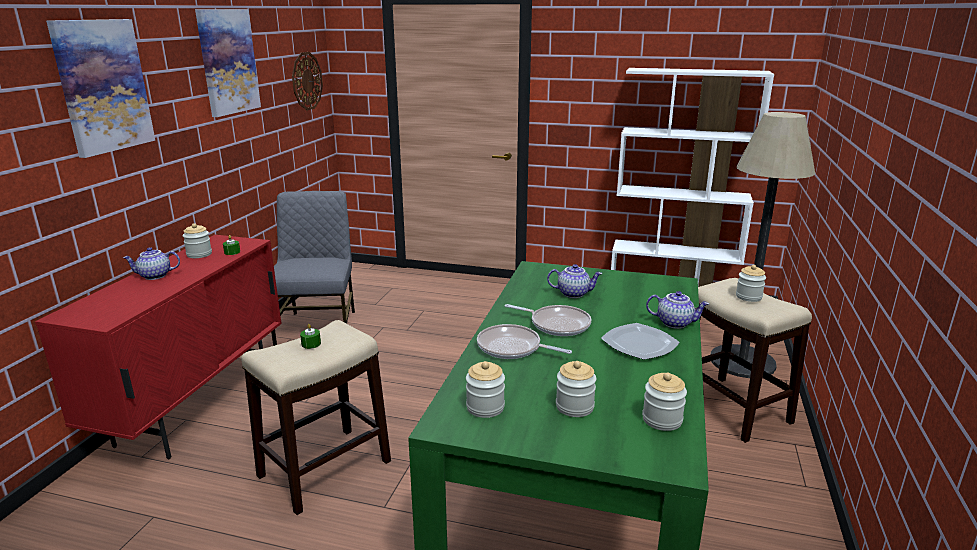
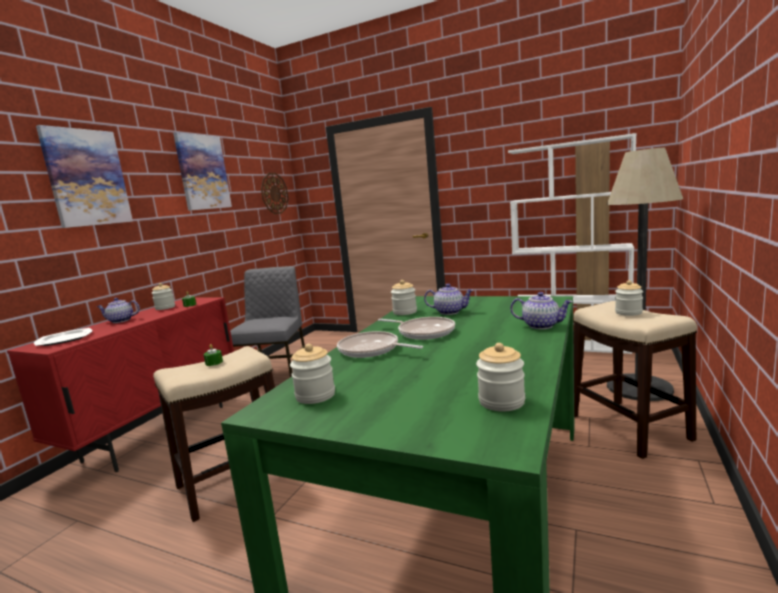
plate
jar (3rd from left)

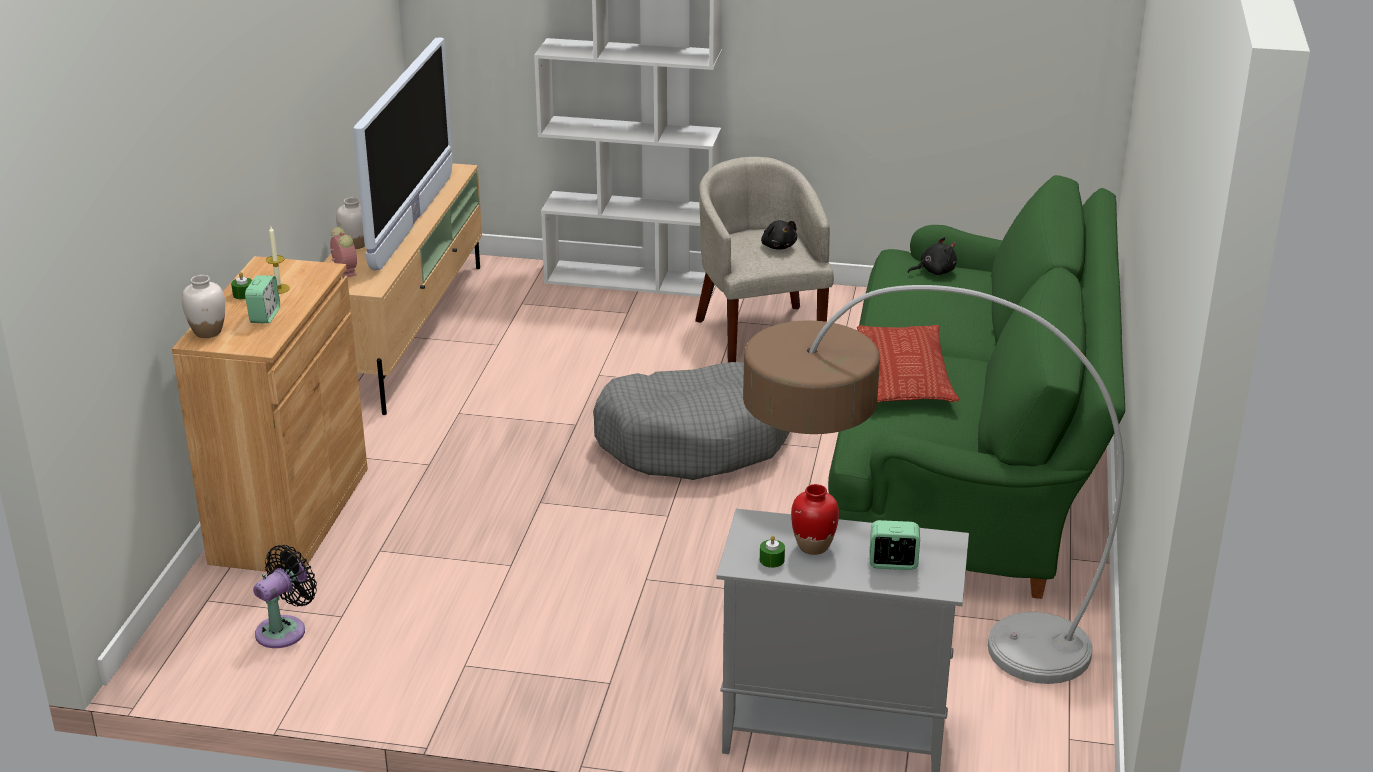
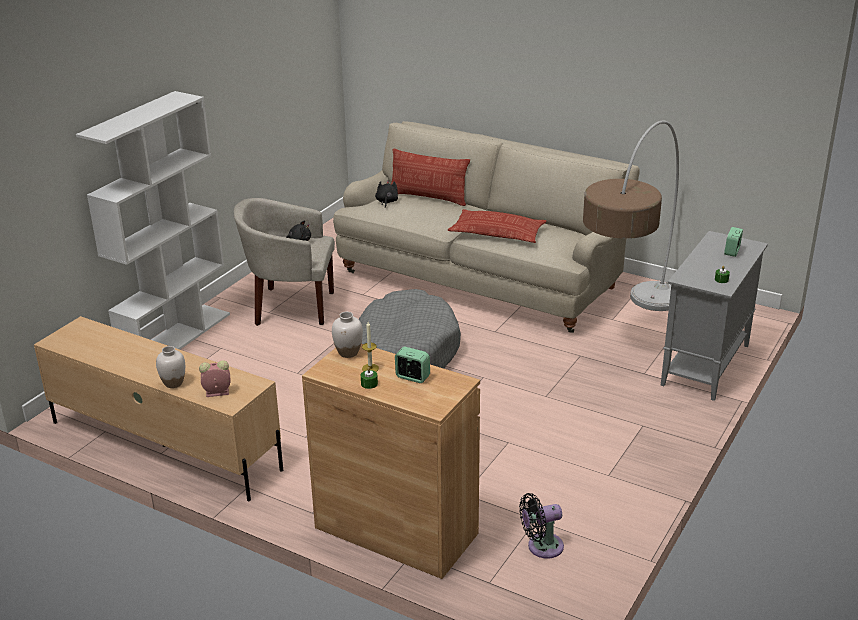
white vase (2nd from left)
beige sofa
pillow (1st from left)
black fan
television
red vase

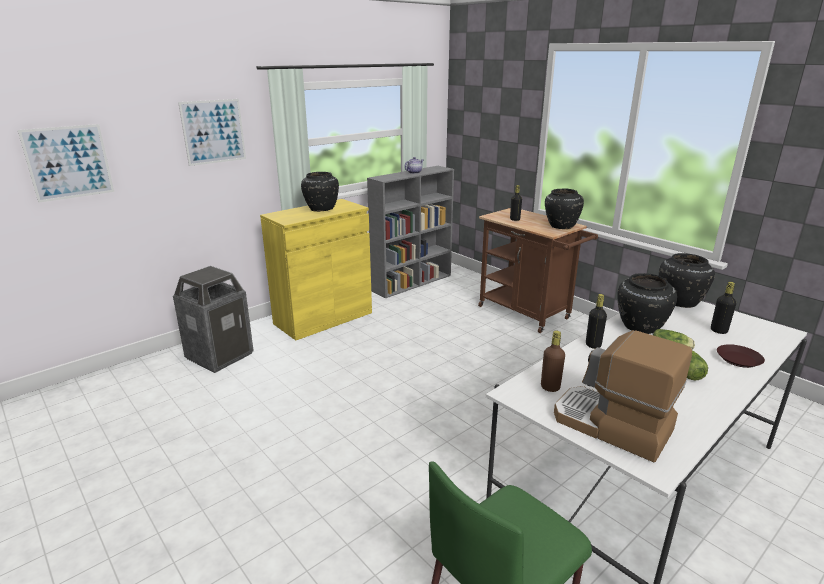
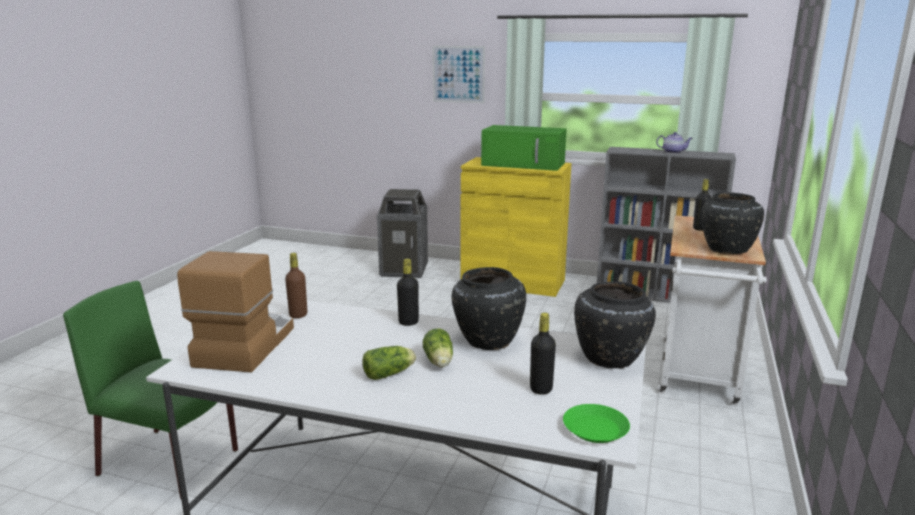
green microwave
green plate
white cart
picture (1st from left in the first image)
brown plate

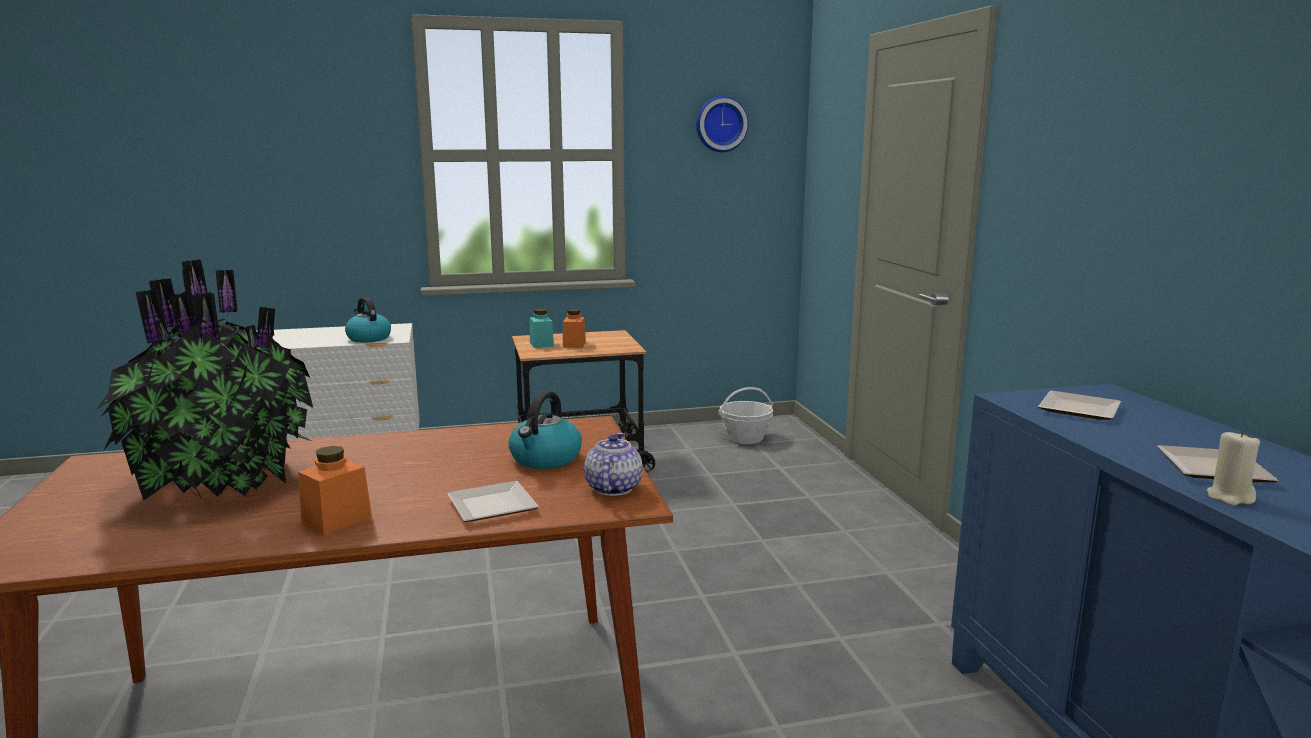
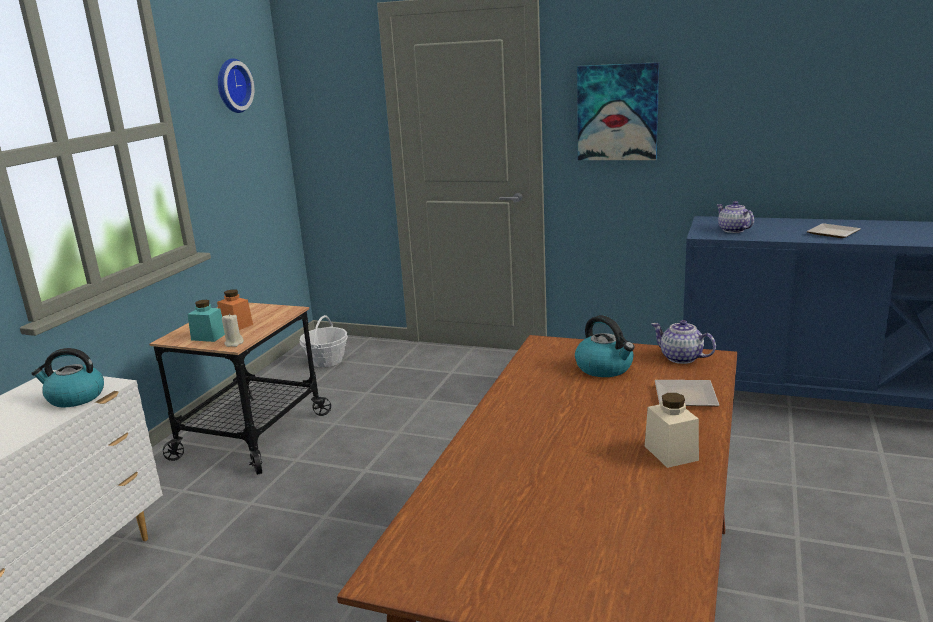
beige candle
picture
beige jar
teapot (2nd from left)
potted plant

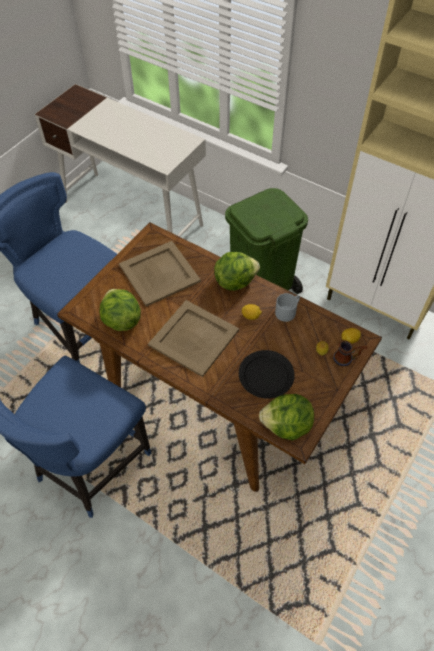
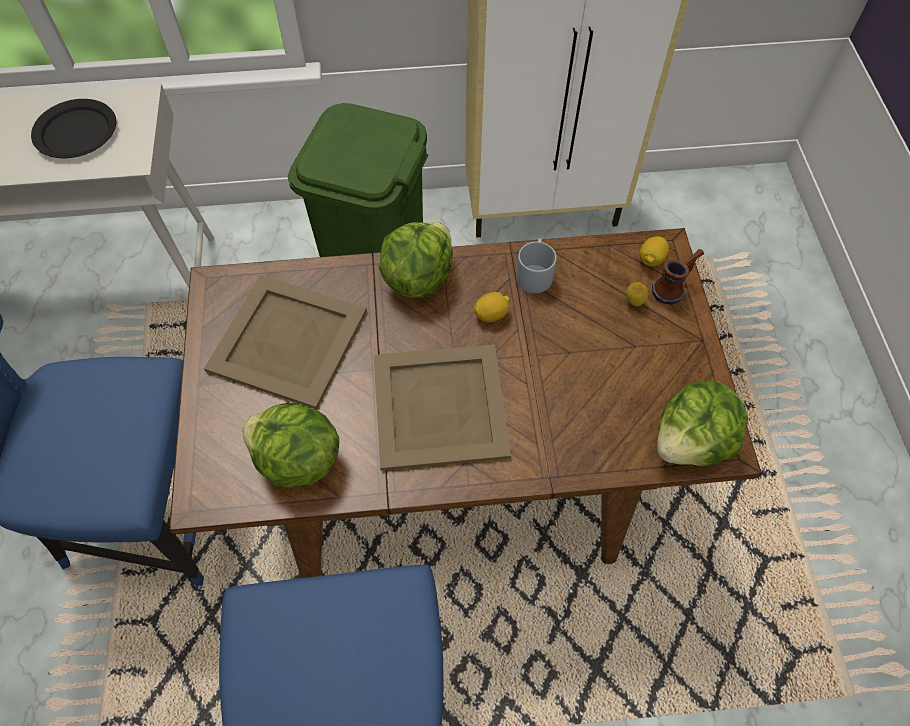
black plate

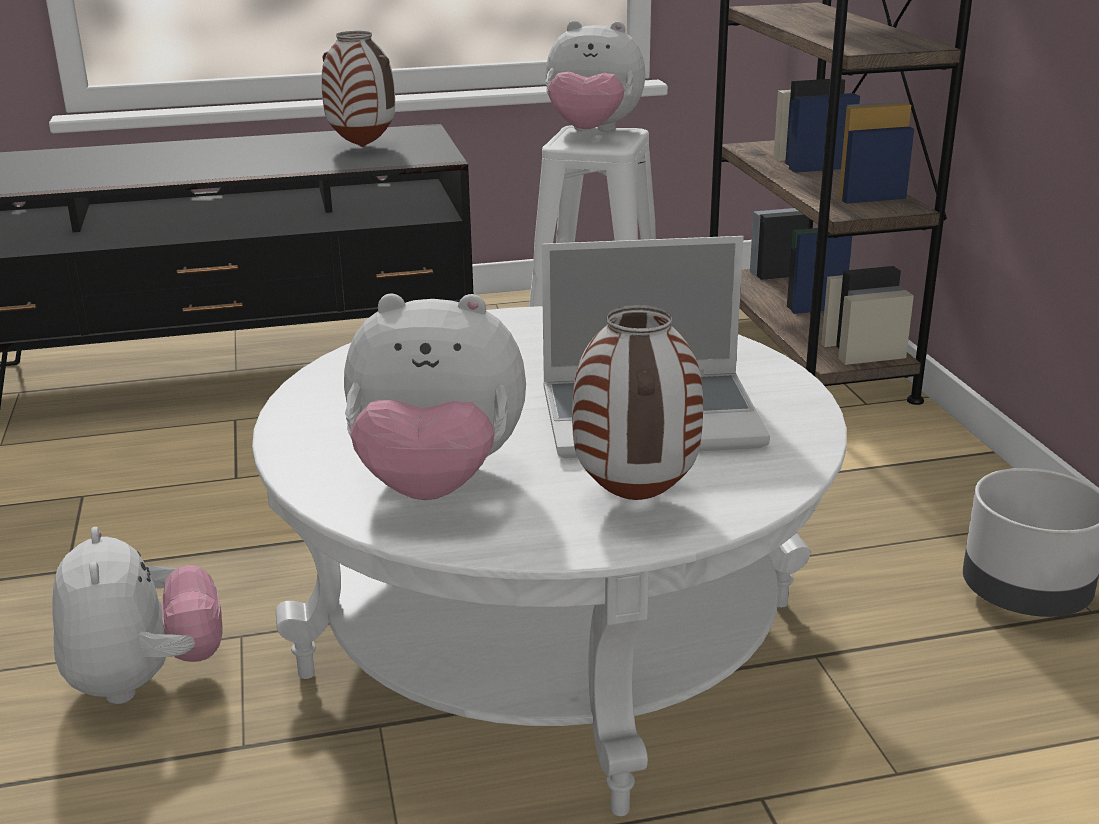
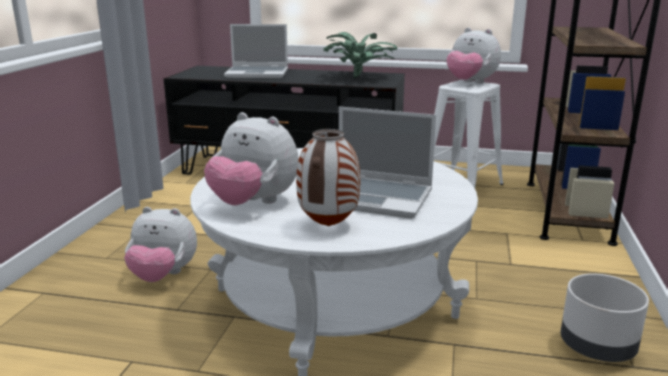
plush toy (1st from left)
laptop (1st from left)
potted plant

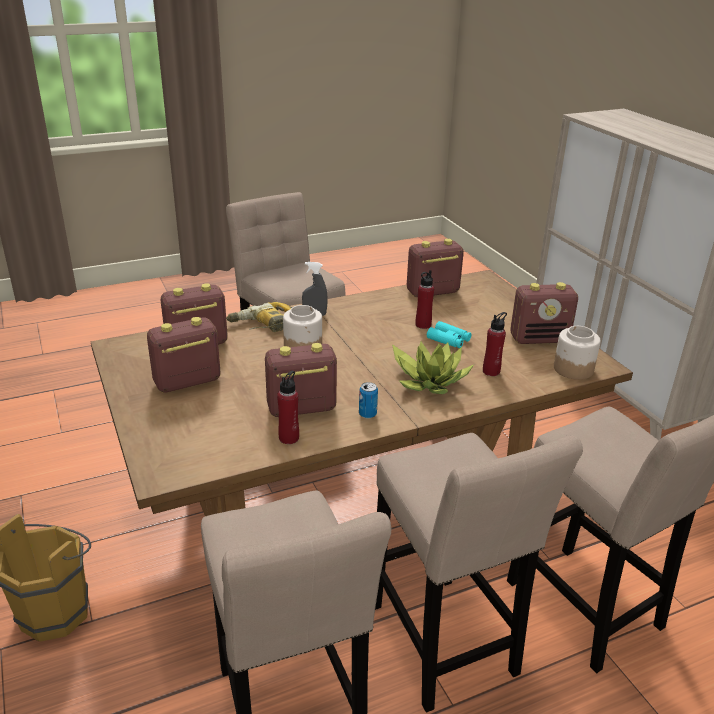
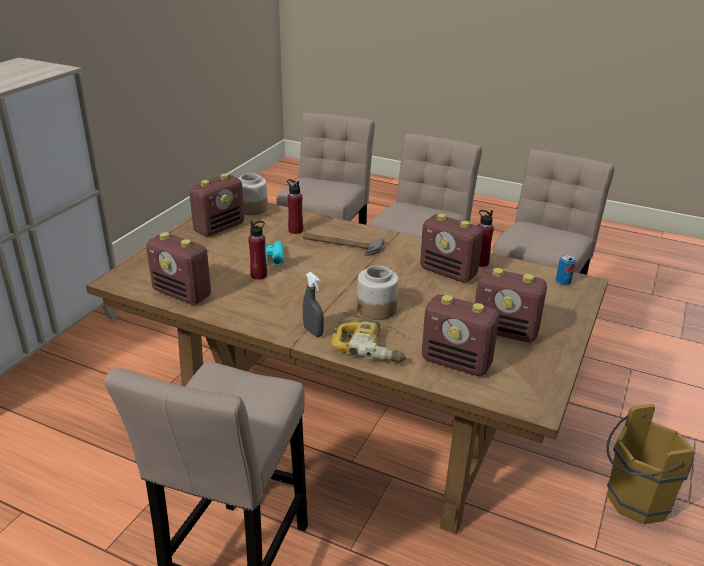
radio (2nd from left)
hammer
can

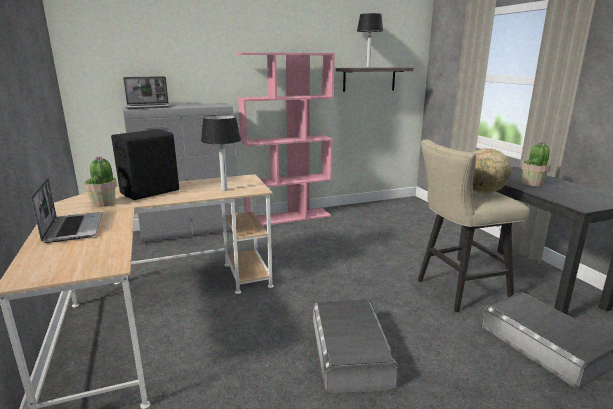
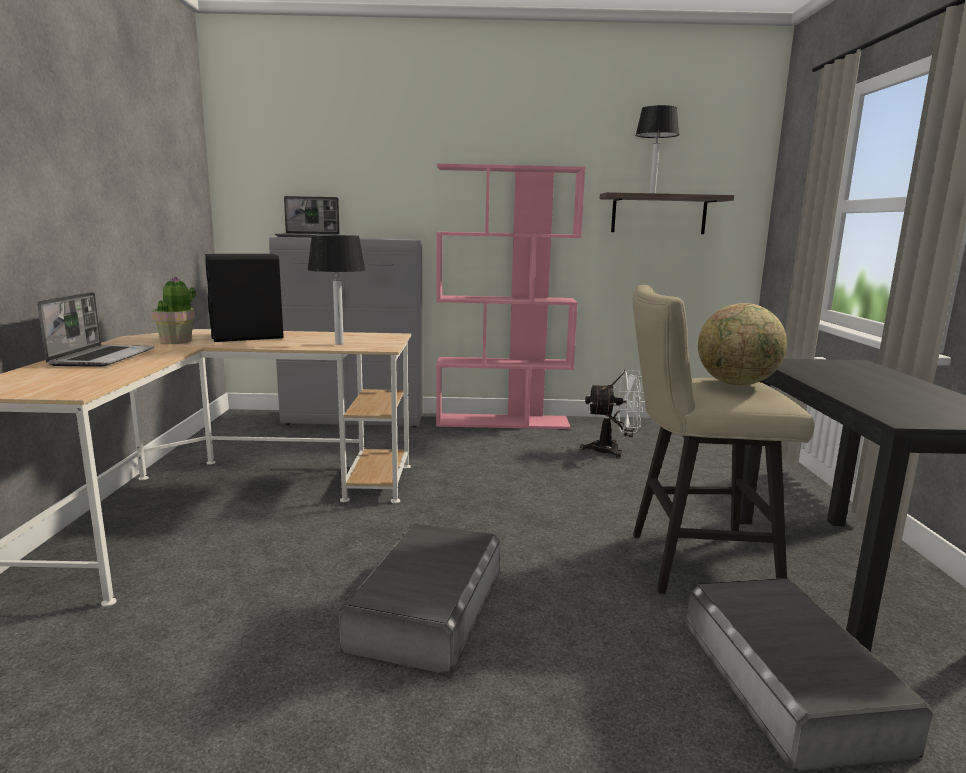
white fan
potted plant (2nd from left in the first image)

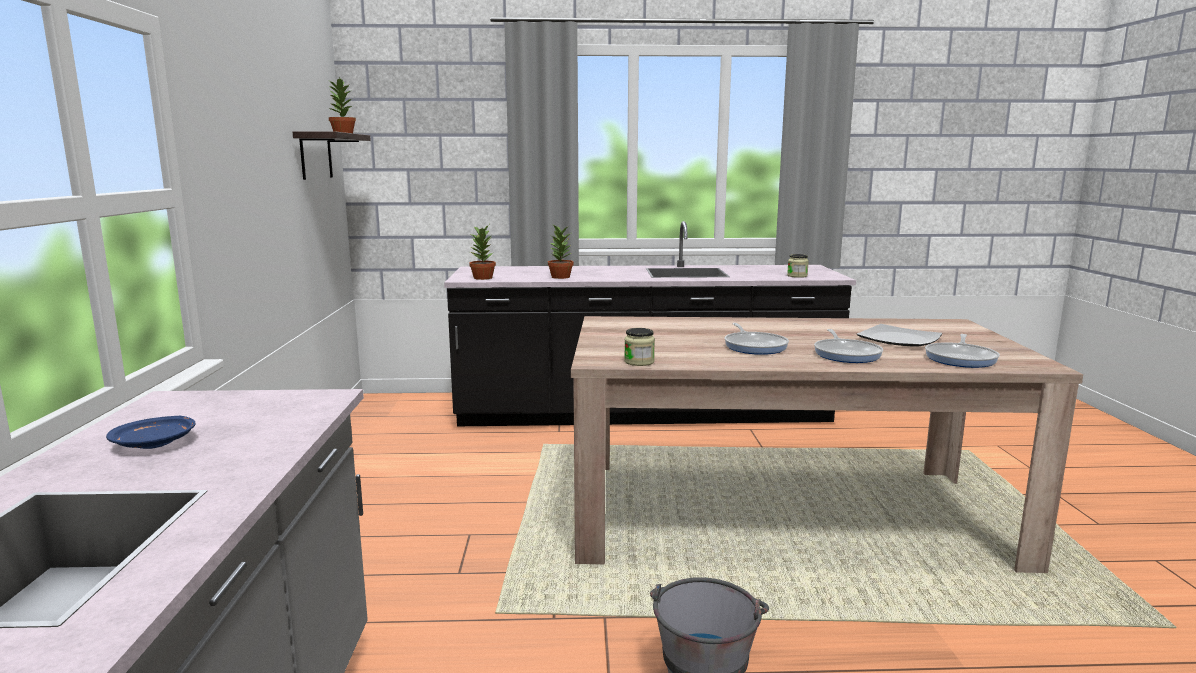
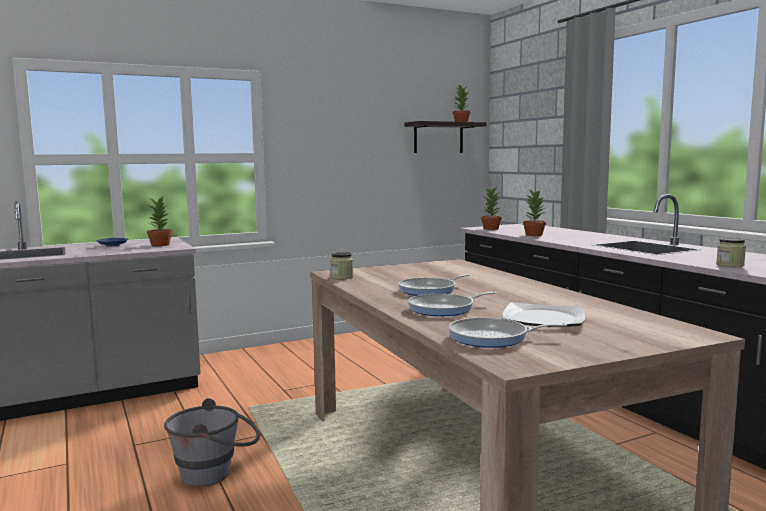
potted plant (1st from left)

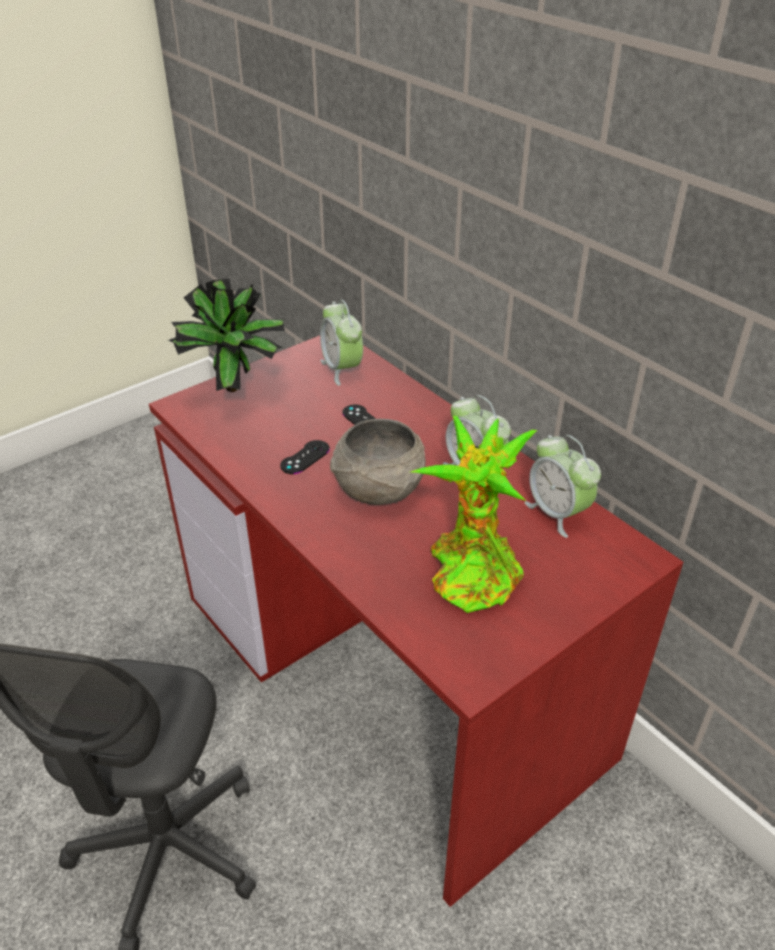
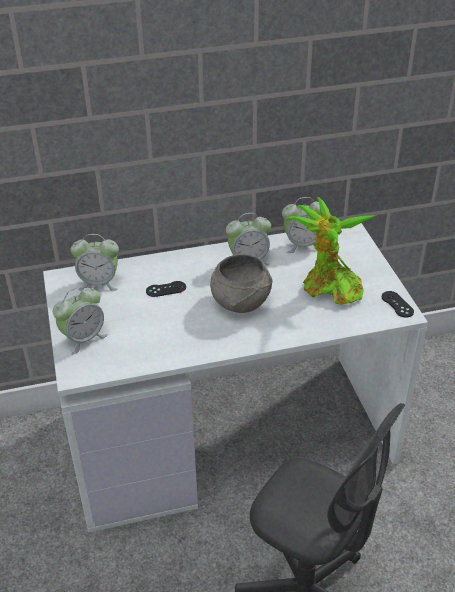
white desk
alarm clock (1st from left)
black game controller (2nd from left)

